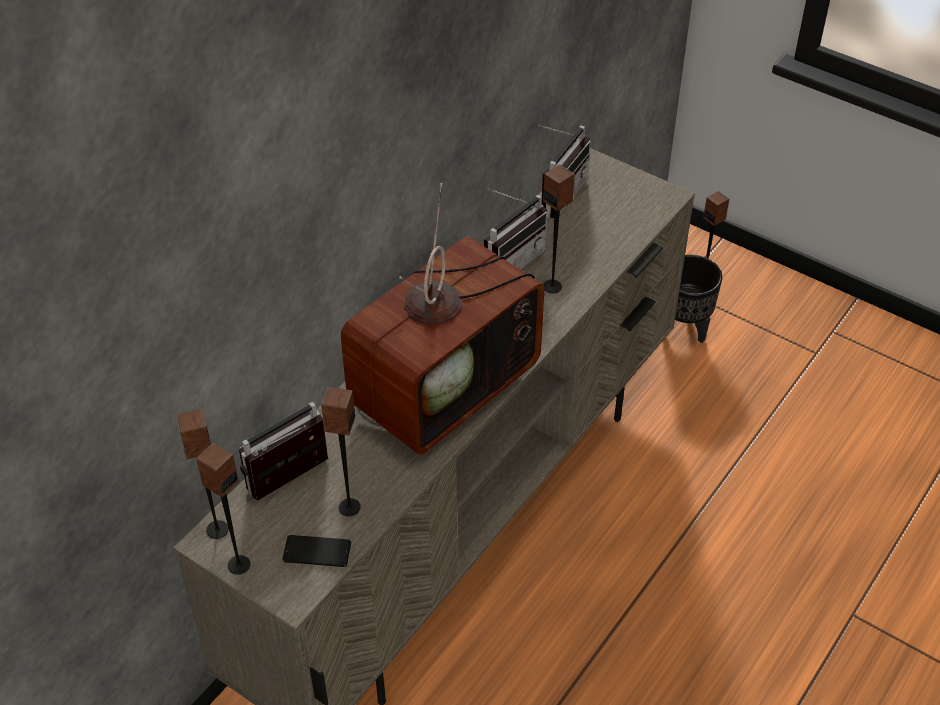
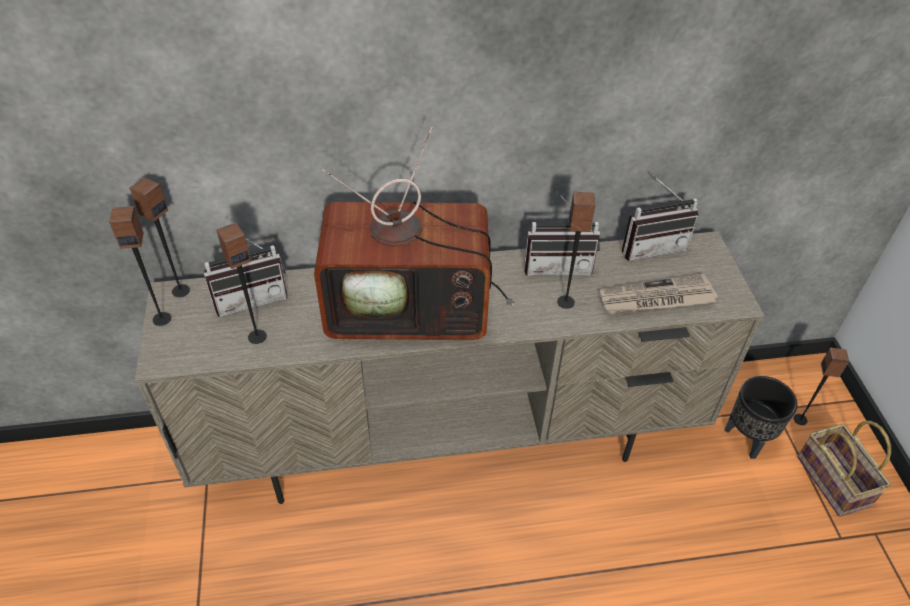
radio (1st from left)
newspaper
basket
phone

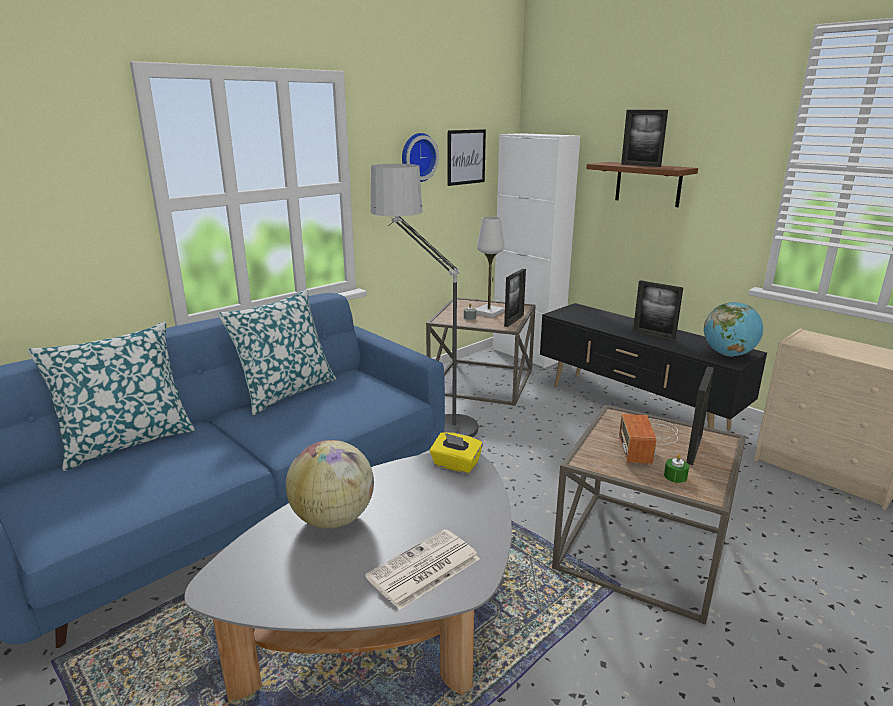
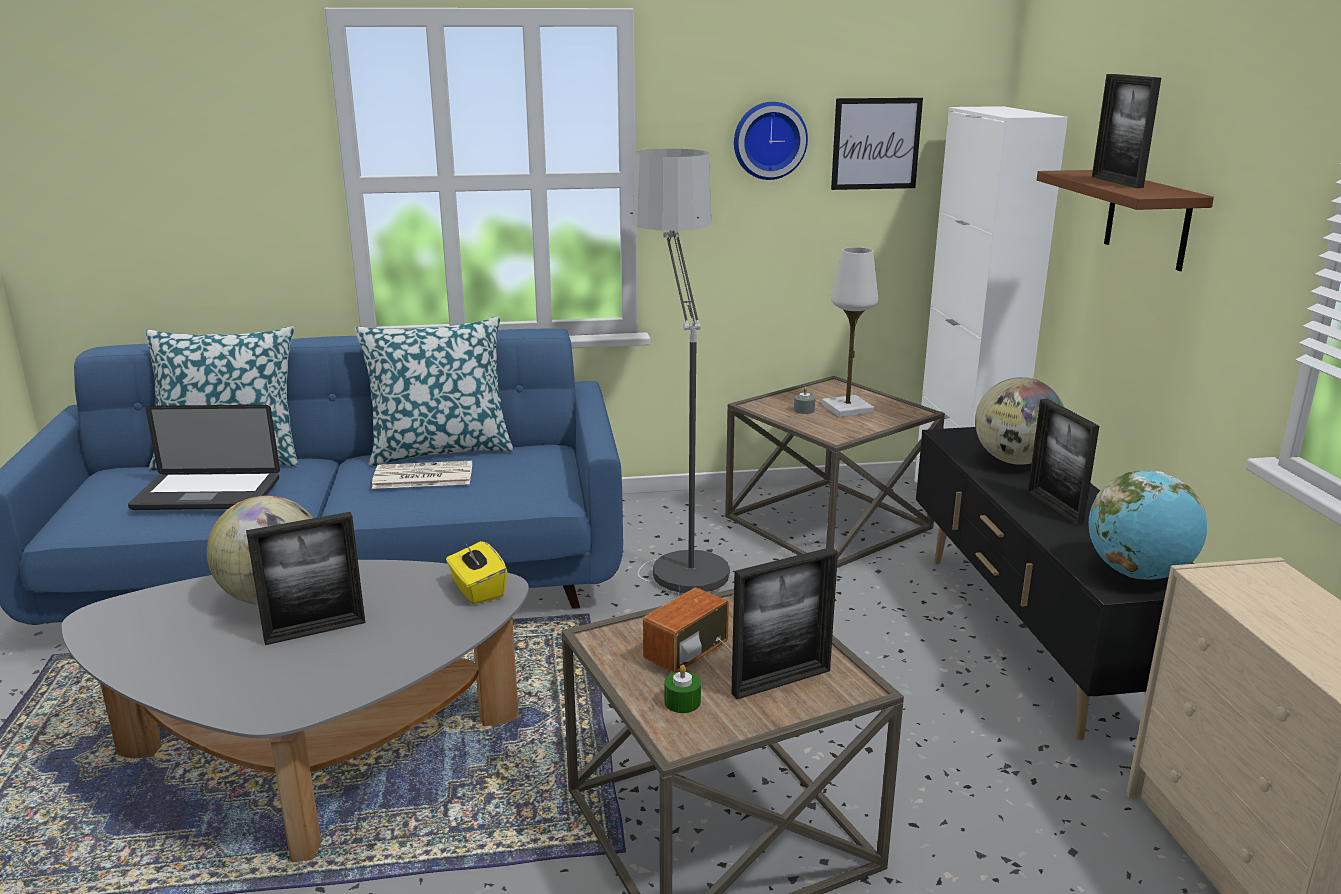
laptop
picture frame (1st from left)
newspaper
globe (2nd from left)

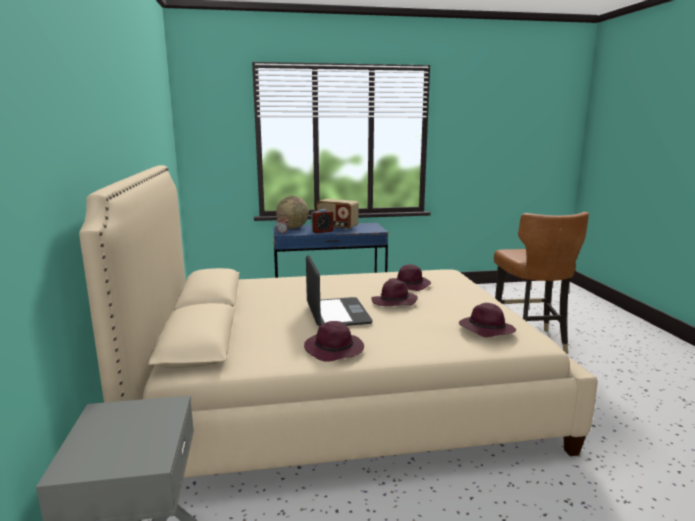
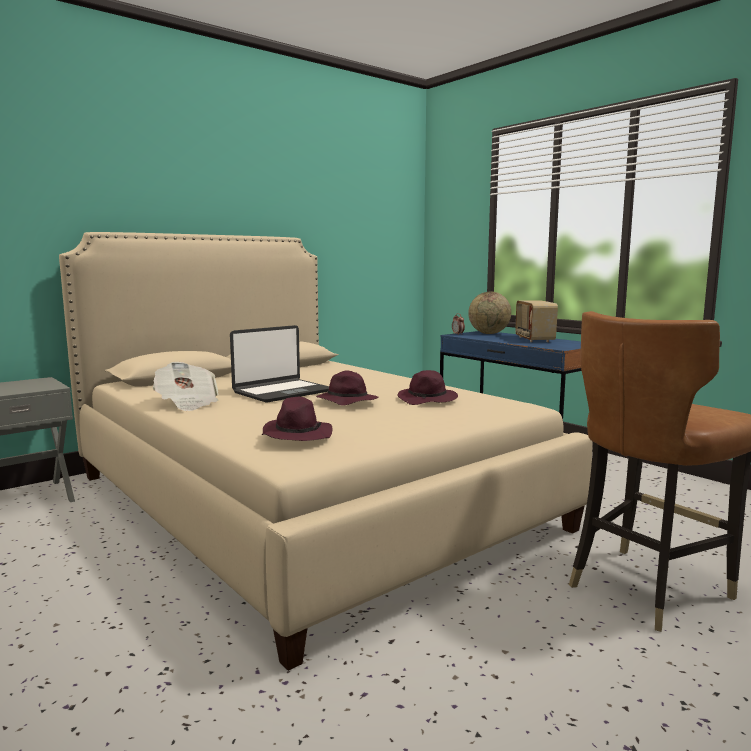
newspaper
alarm clock (2nd from left in the first image)

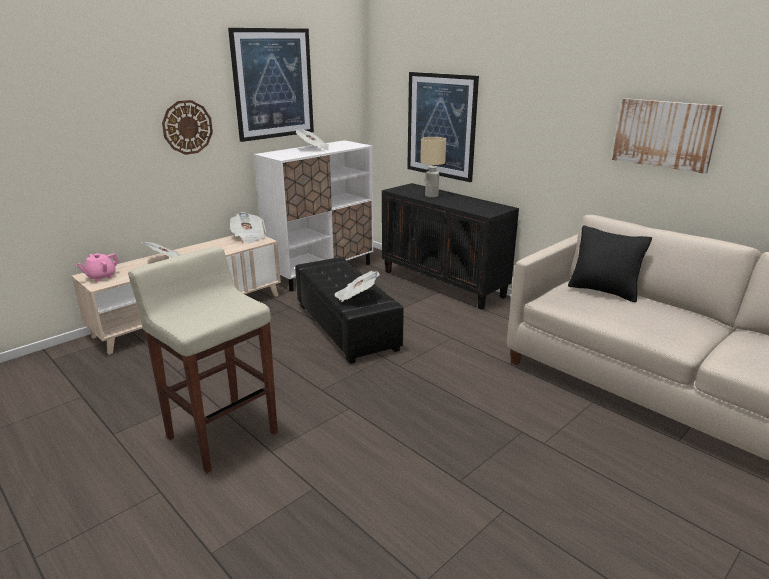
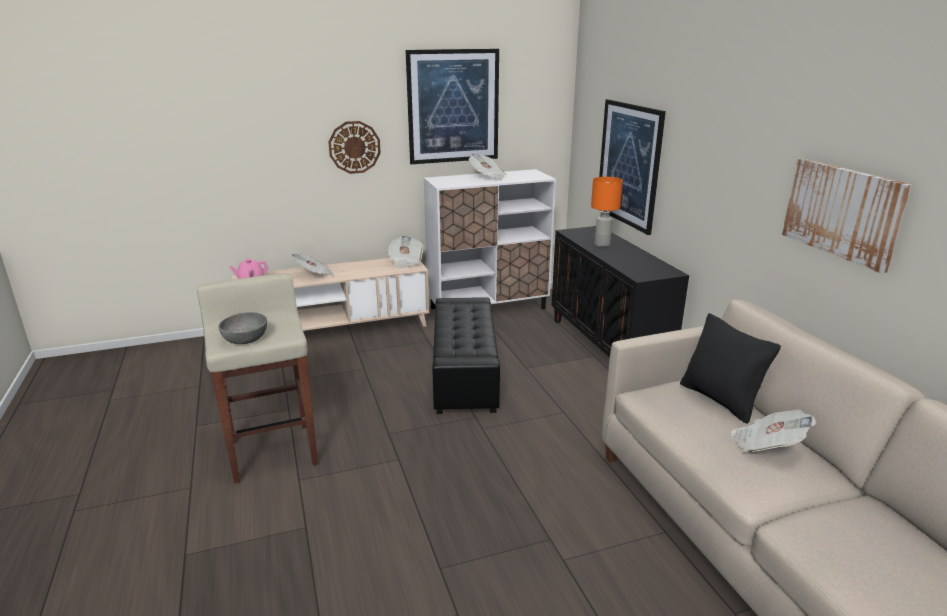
grey bowl
orange table lamp
newspaper (4th from left)

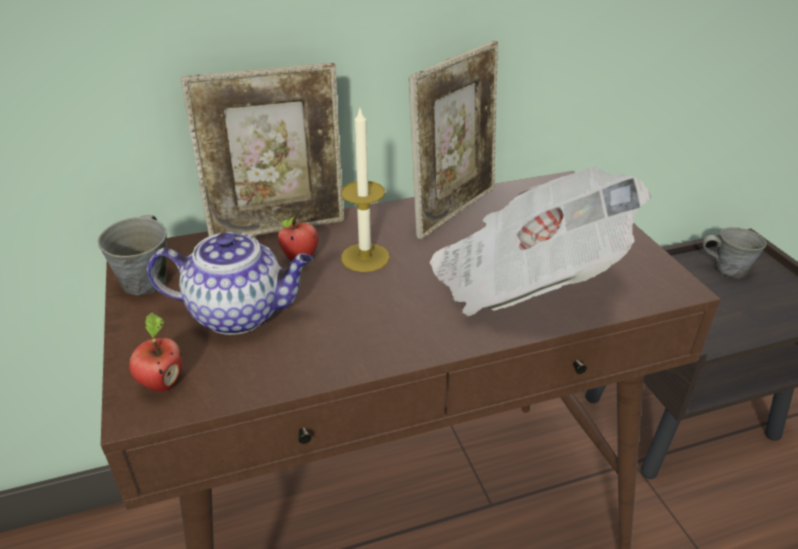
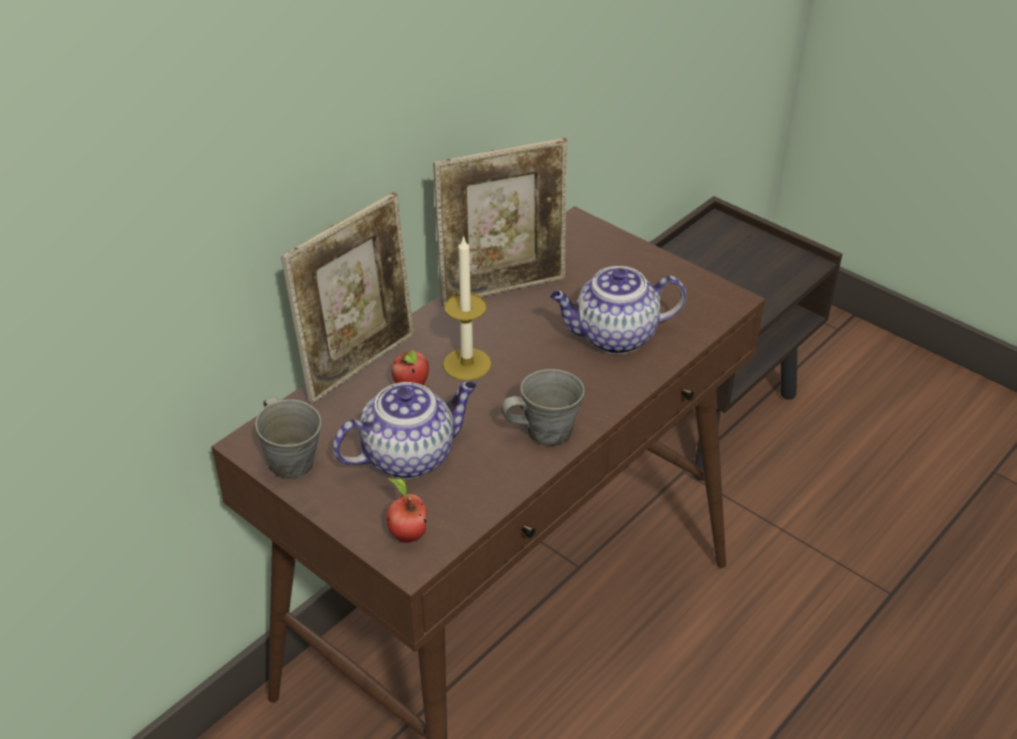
picture frame (2nd from left)
grey mug (2nd from left)
teapot (2nd from left)

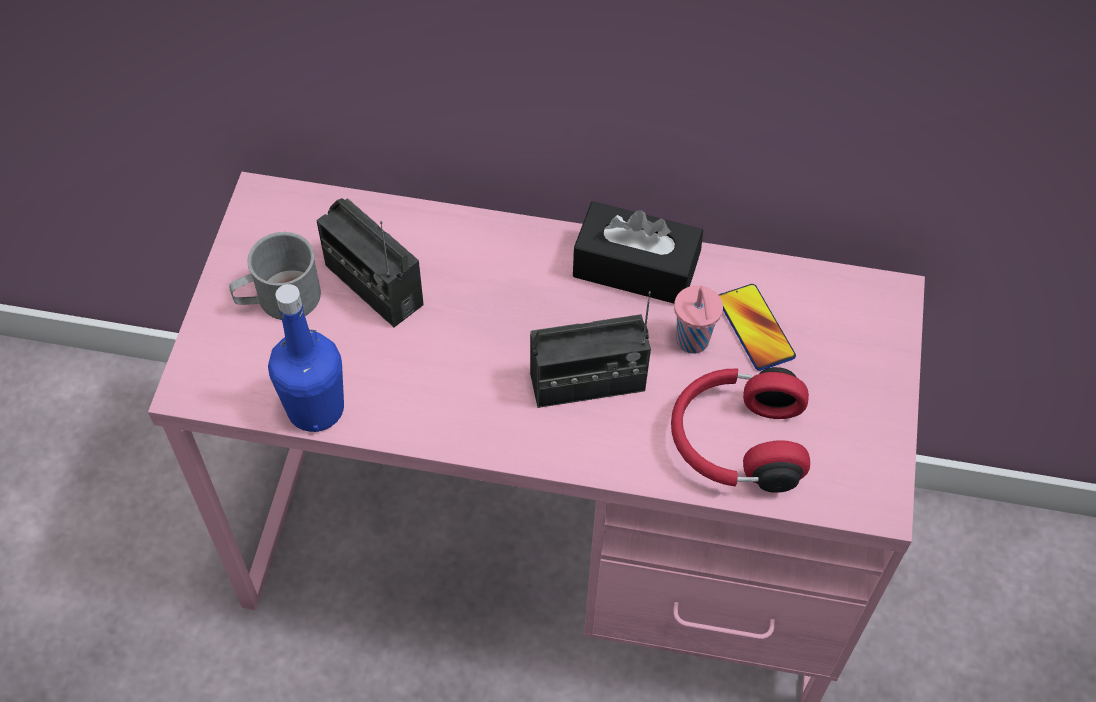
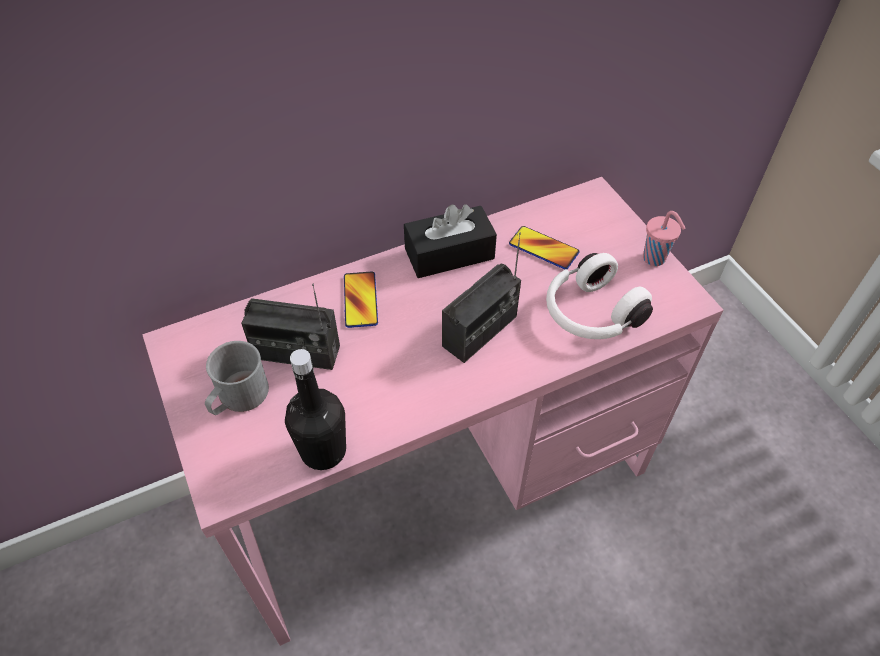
black bottle
phone (1st from left)
white headphones
pink cup

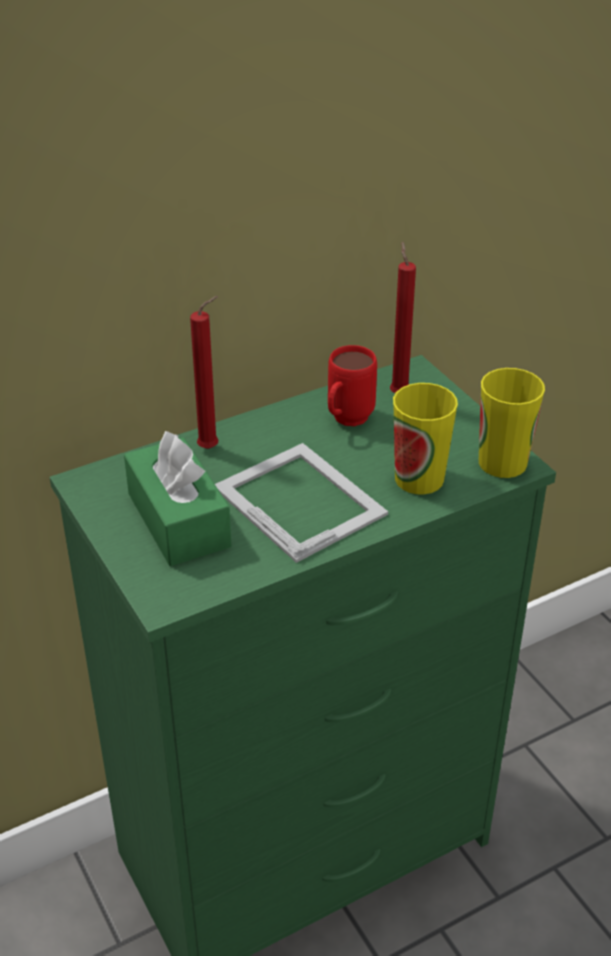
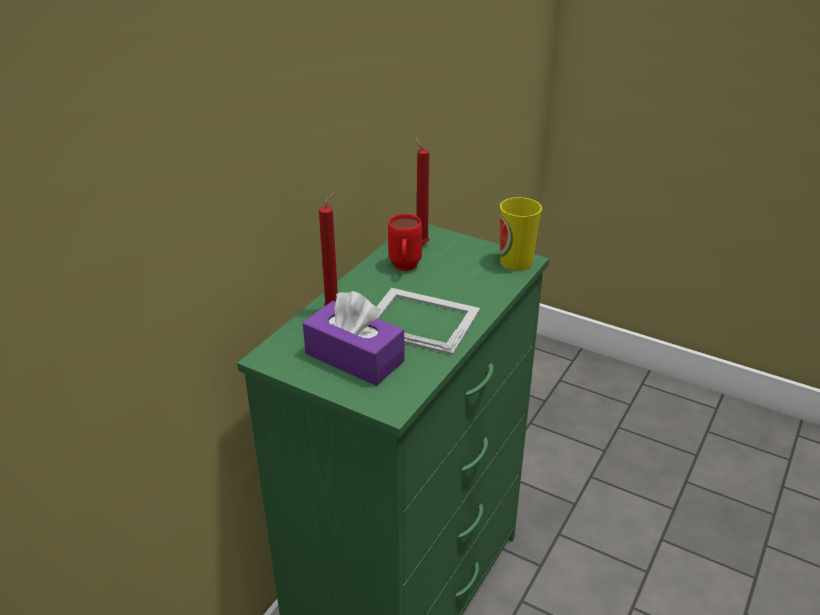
purple tissue box
cup (1st from left in the first image)

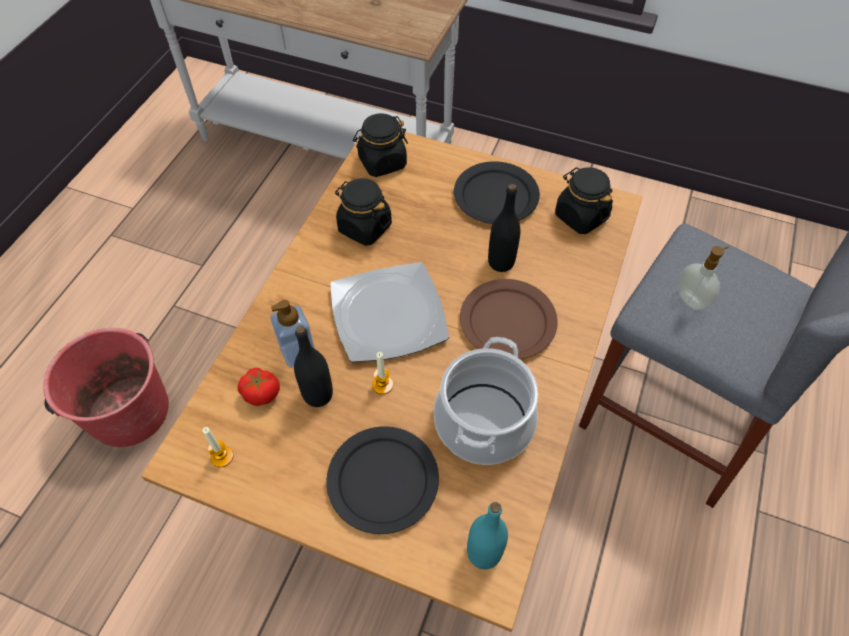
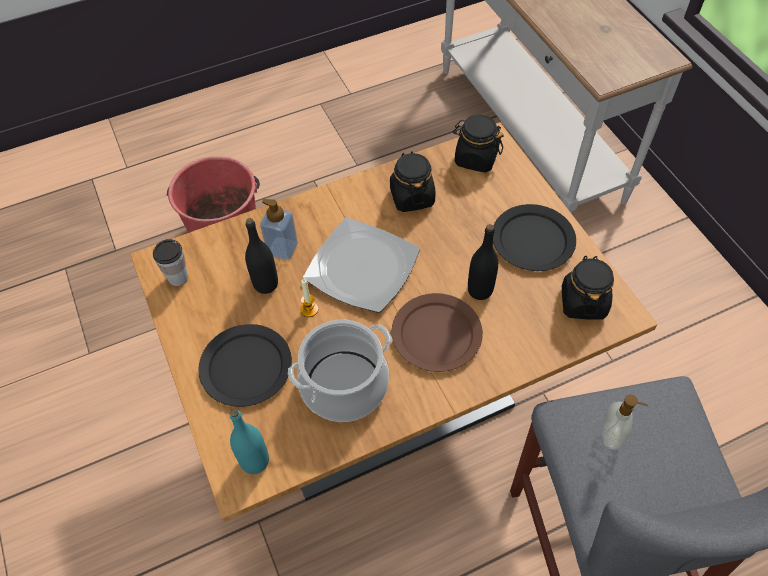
cup
tomato

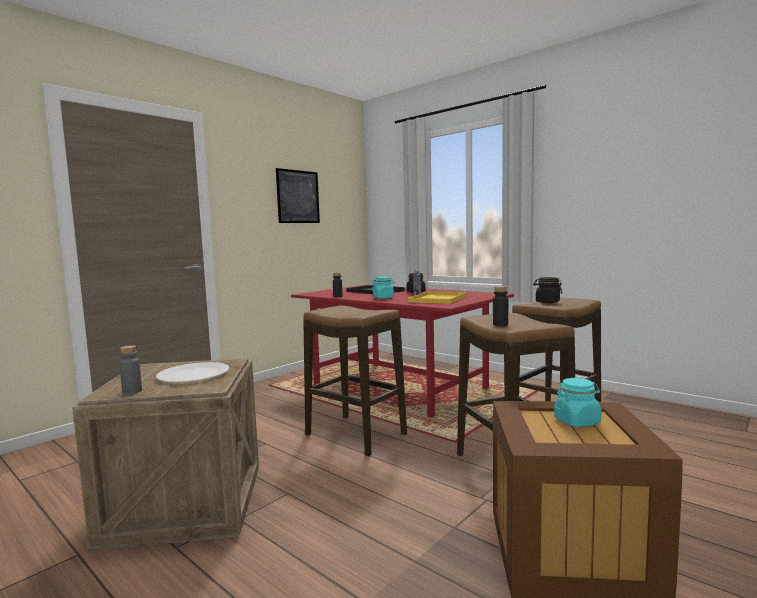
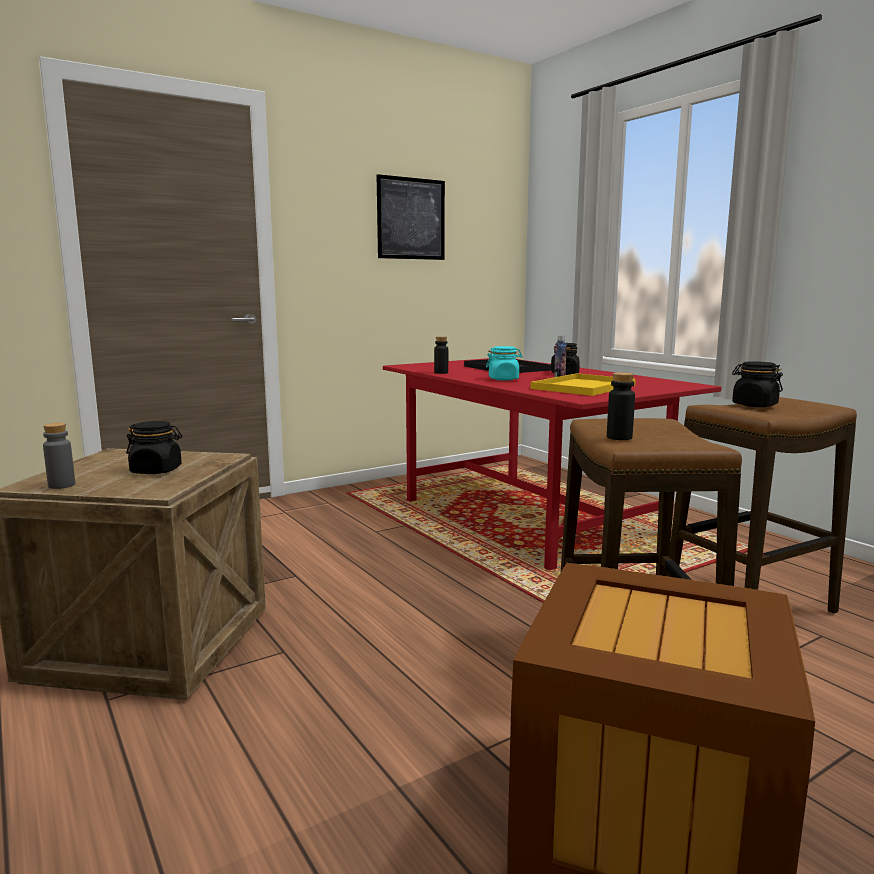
black jar (1st from left)
stool (1st from left in the first image)
turquoise jar (2nd from left in the first image)

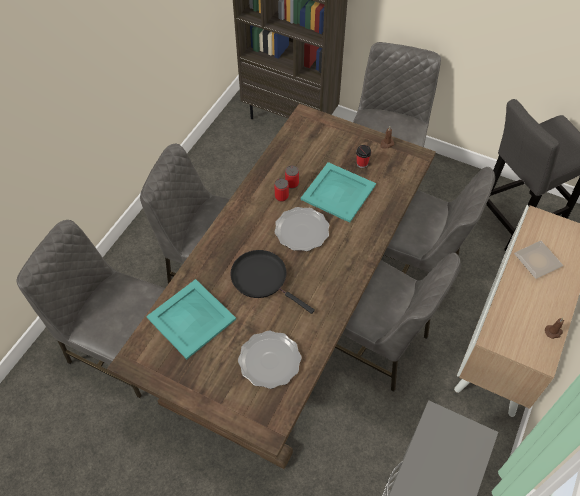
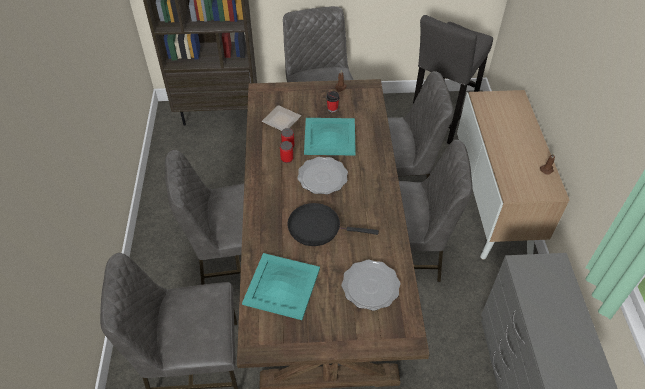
plate (1st from left)

